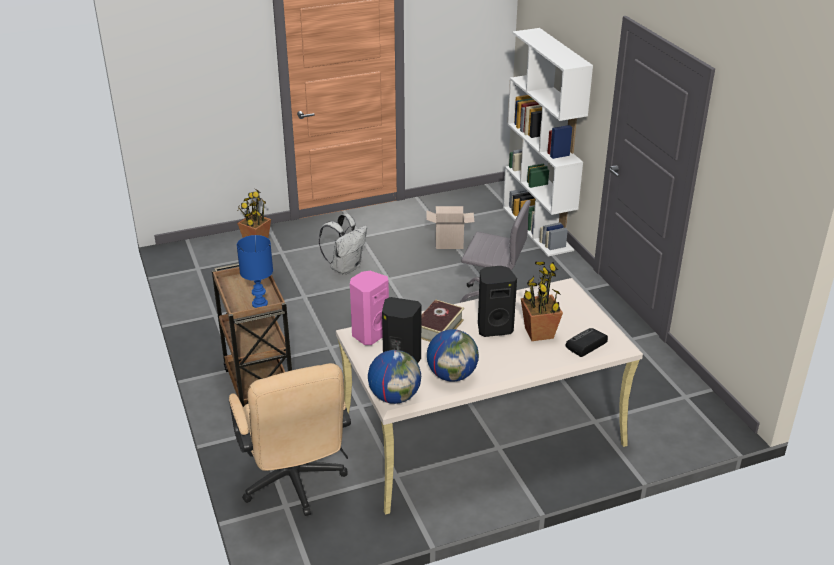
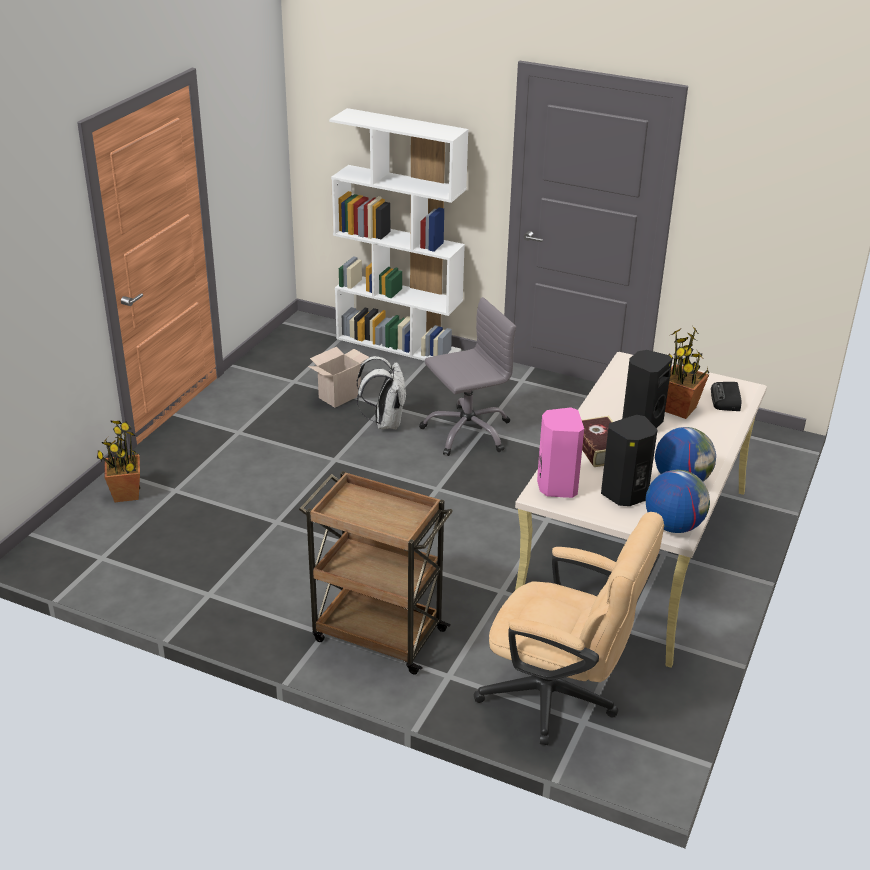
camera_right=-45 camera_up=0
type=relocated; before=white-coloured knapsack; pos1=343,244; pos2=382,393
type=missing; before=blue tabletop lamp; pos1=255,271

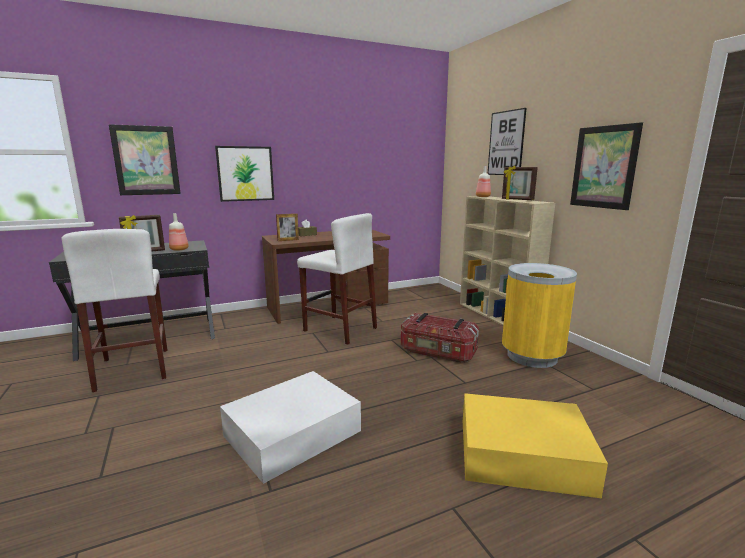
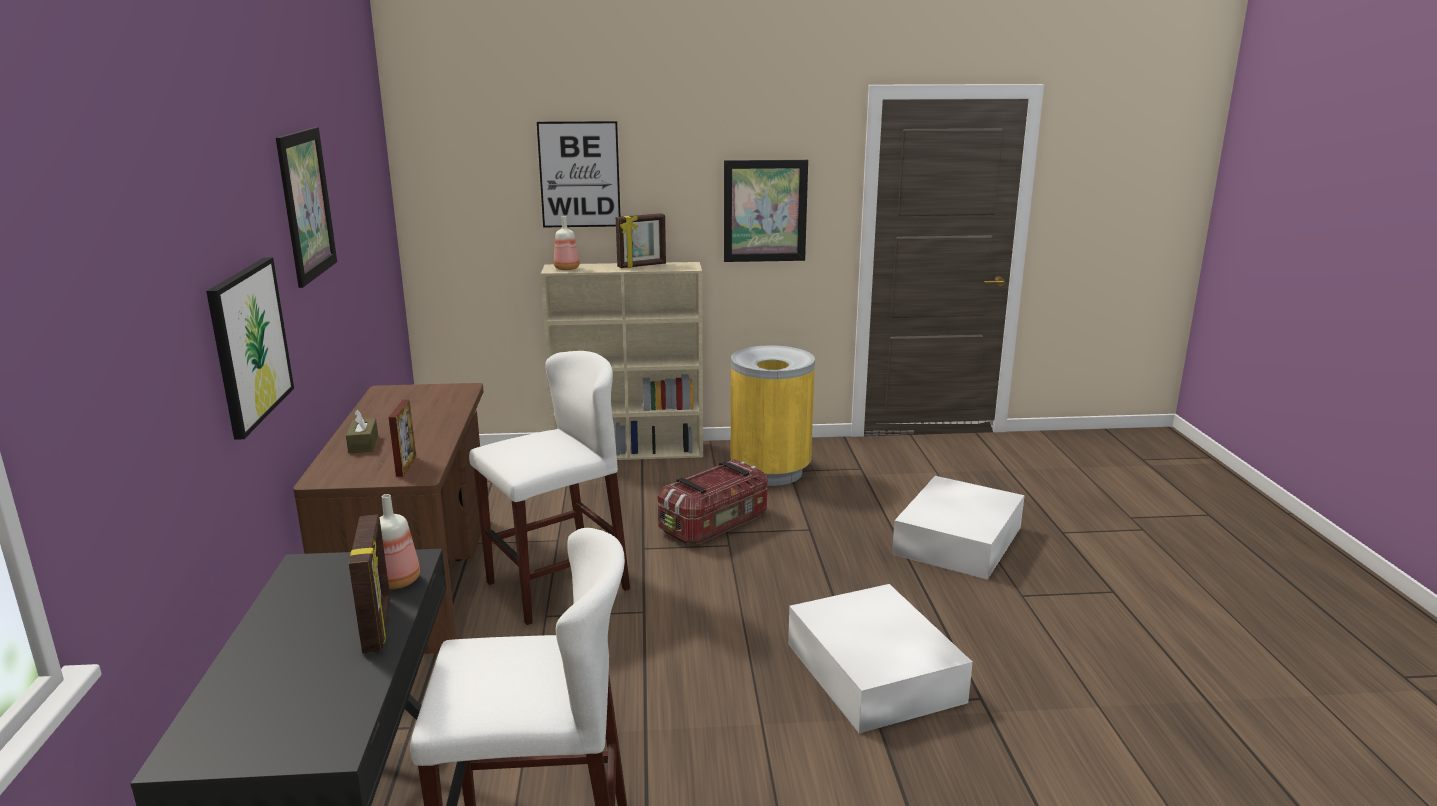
camera_right=-70 camera_up=5
type=relocated; before=picture; pos1=145,159; pos2=306,207
type=colour; before=yellow-coloured storage box; after=white-coloured storage box; pos1=535,445; pos2=958,528

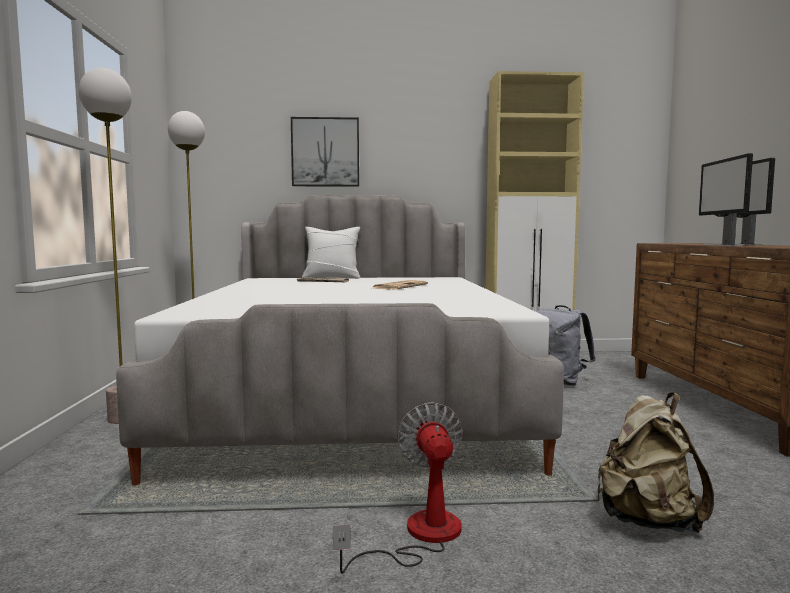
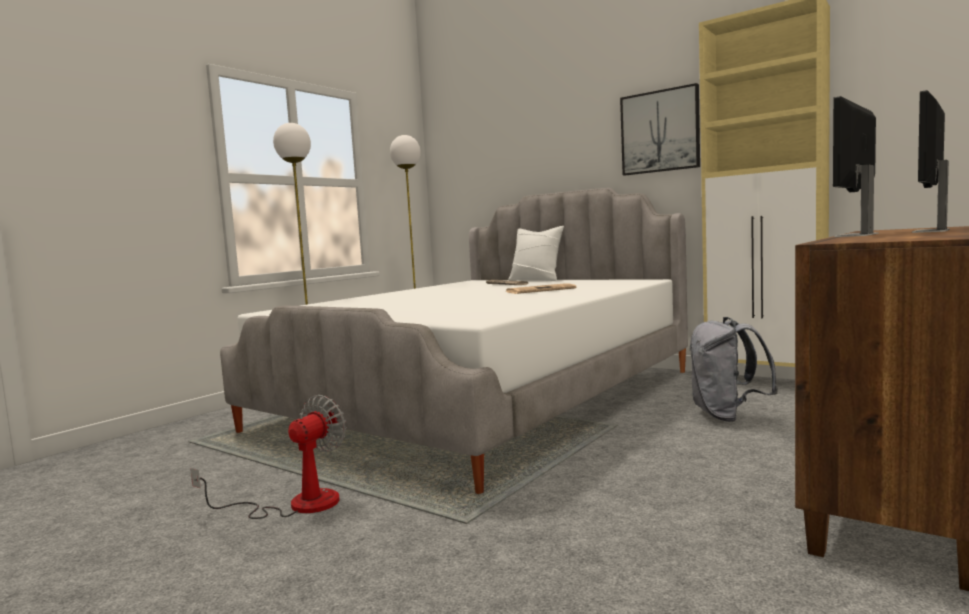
camera_right=40 camera_up=0
type=relocated; before=picture; pos1=325,152; pos2=660,129
type=missing; before=beige-coloured knapsack; pos1=655,463

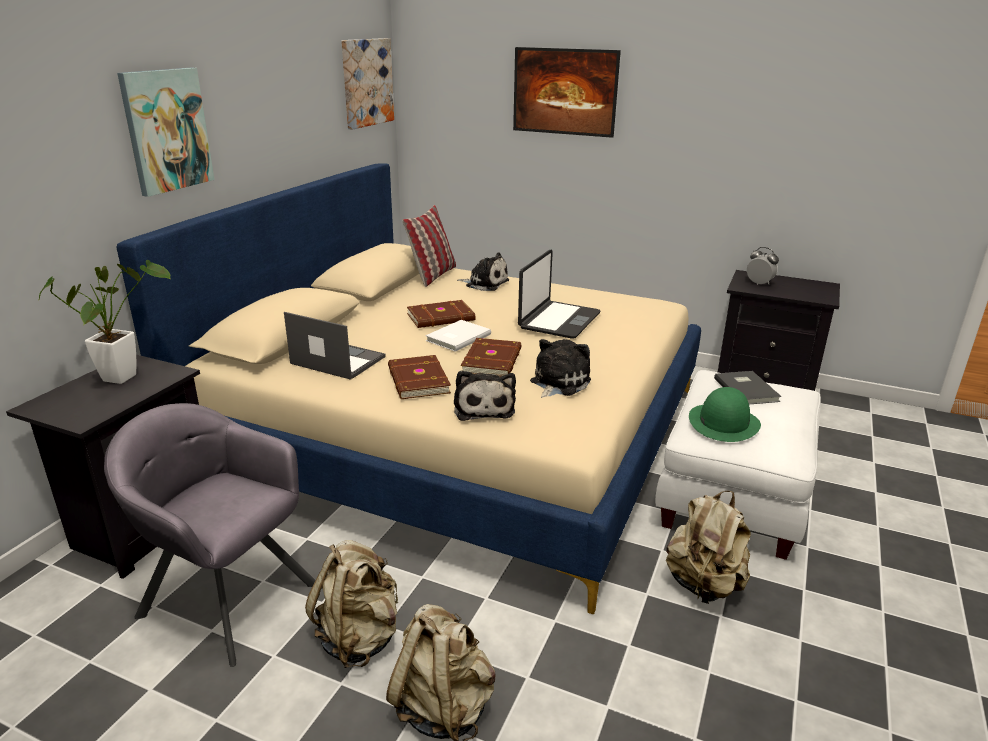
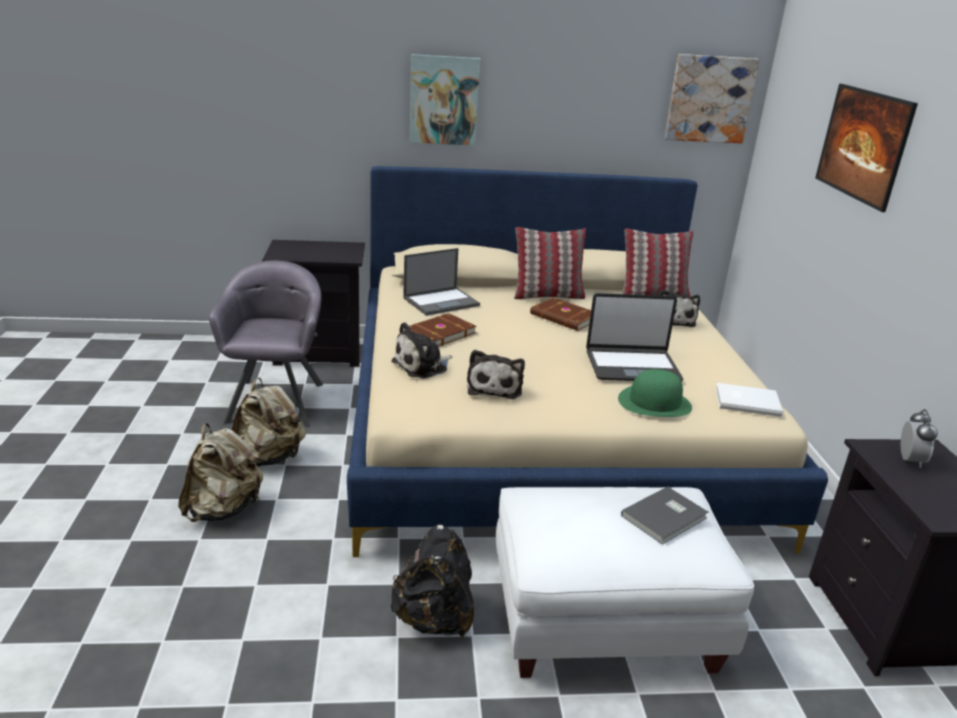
camera_right=60 camera_up=0
type=missing; before=plant in a pot; pos1=105,322
type=spun; before=laptop; pos1=335,346; pos2=441,282; turn=60
type=relocated; before=white-coloured book; pos1=458,336; pos2=749,400
type=missing; before=brownish book; pos1=491,357
type=spun; before=plush toy; pos1=560,368; pos2=496,374; turn=90
type=relocated; before=greenish hat; pos1=725,414; pos2=655,393
type=colour; before=beige-coloured knapsack; after=black-coloured knapsack; pos1=708,547; pos2=432,581
type=appeared; after=cushion; pos2=550,263

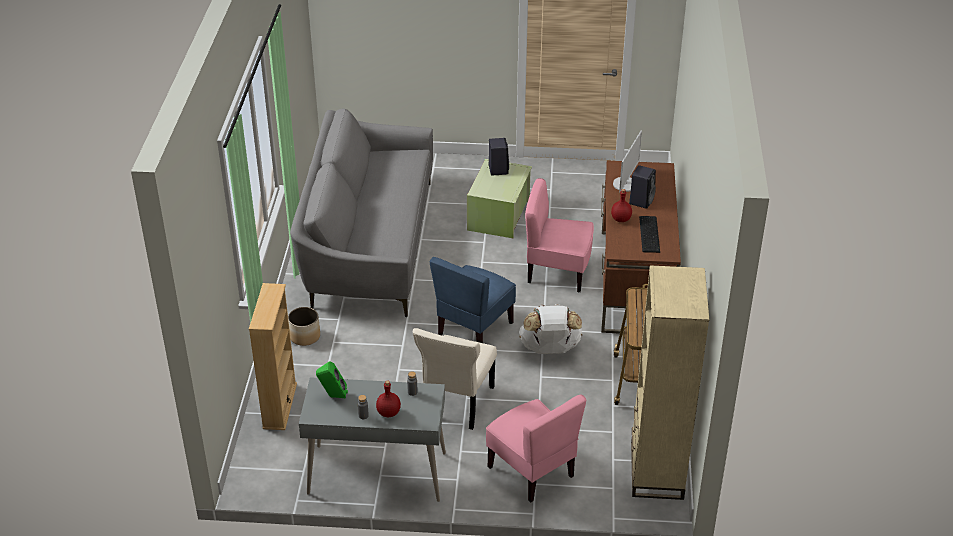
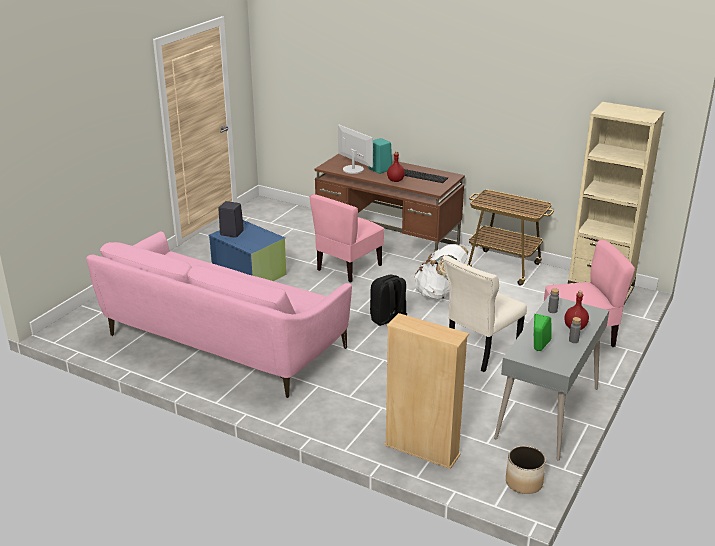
camera_right=-65 camera_up=-10
type=colour; before=gray sofa; after=pink sofa; pos1=361,212; pos2=219,314
type=colour; before=greenish storage box; after=blue storage box; pos1=499,198; pos2=248,250
type=colour; before=black-coloured speaker; after=turquoise-coloured speaker; pos1=642,187; pos2=380,156
type=exchanged; before=blue chair; after=black-coloured knapsack; pos1=473,300; pos2=388,300
type=relocated; before=flower pot; pos1=304,326; pos2=526,470
type=spun; before=beige-coloured chair; pos1=455,379; pos2=485,313; turn=90

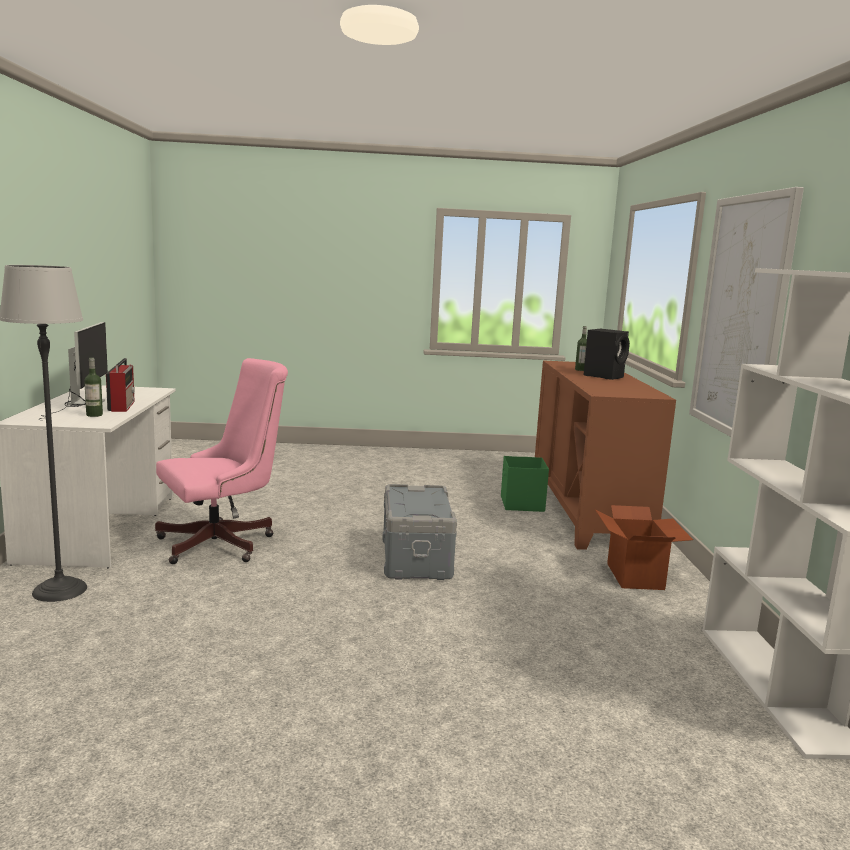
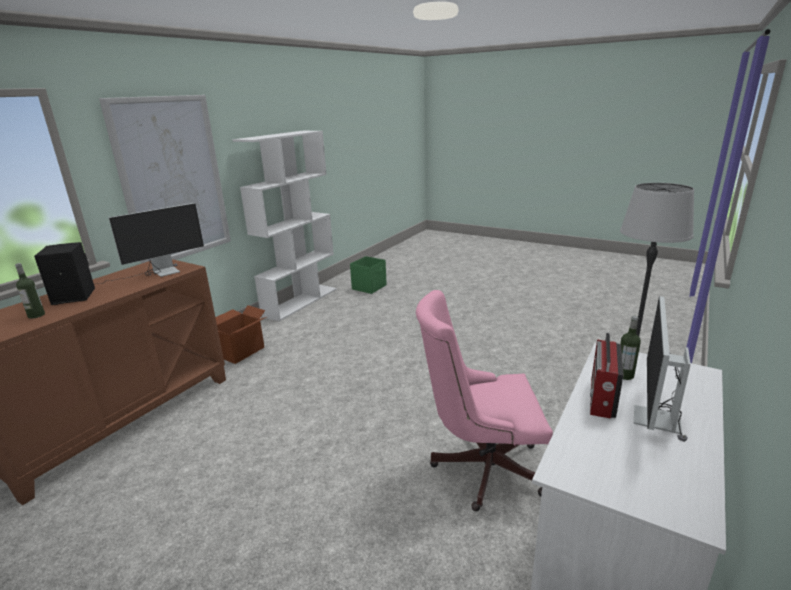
camera_right=-145 camera_up=10
type=relocated; before=greenish storage box; pos1=525,484; pos2=368,275
type=missing; before=gray storage box; pos1=419,532
type=appeared; after=computer display; pos2=150,243

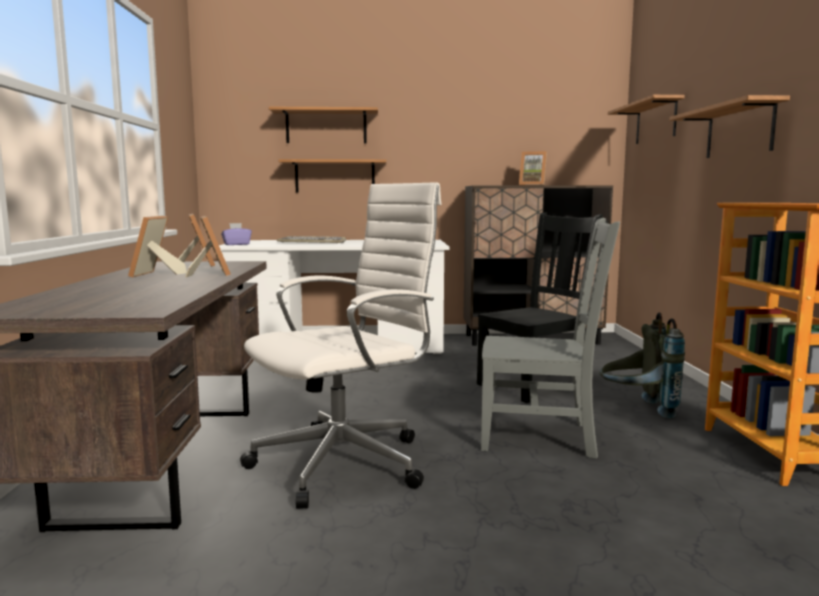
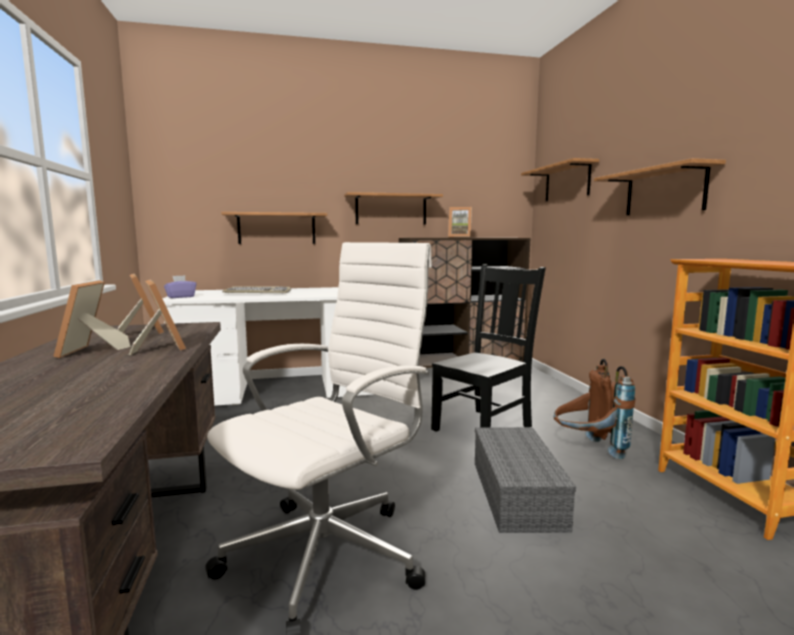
camera_right=-10 camera_up=0
type=relocated; before=bracket shelf; pos1=323,125; pos2=393,208
type=exchanged; before=gray chair; after=gray storage box; pos1=550,338; pos2=525,480
type=colour; before=gray knapsack; after=brownish knapsack; pos1=642,365; pos2=594,409

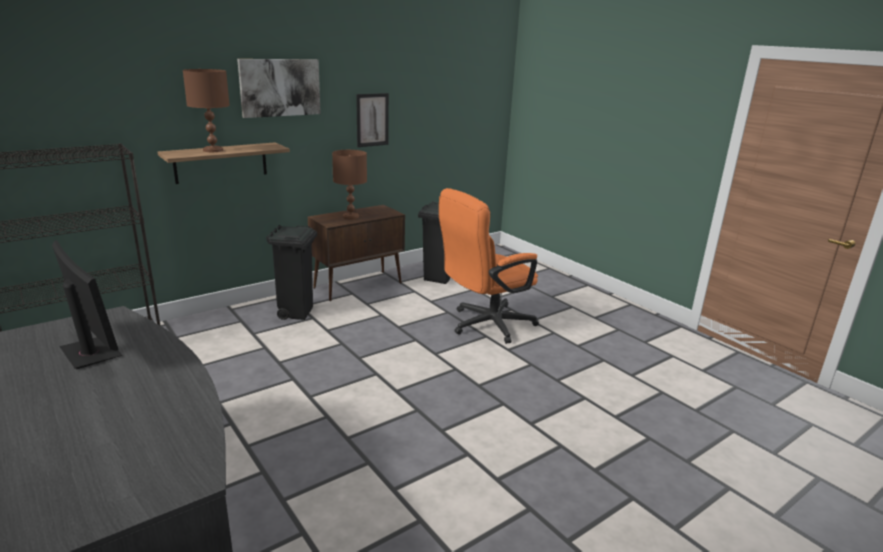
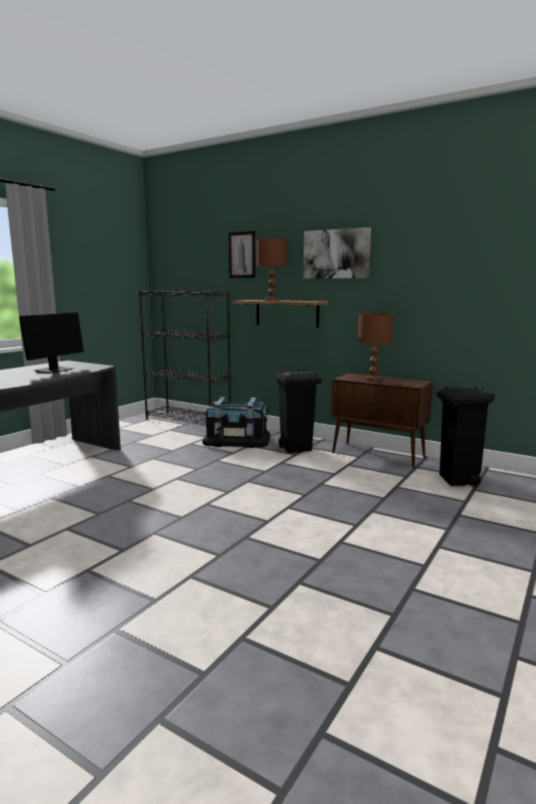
camera_right=70 camera_up=-10
type=relocated; before=picture; pos1=372,120; pos2=241,254
type=missing; before=orange-coloured computer chair; pos1=489,266
type=appeared; after=black-coloured storage box; pos2=236,422

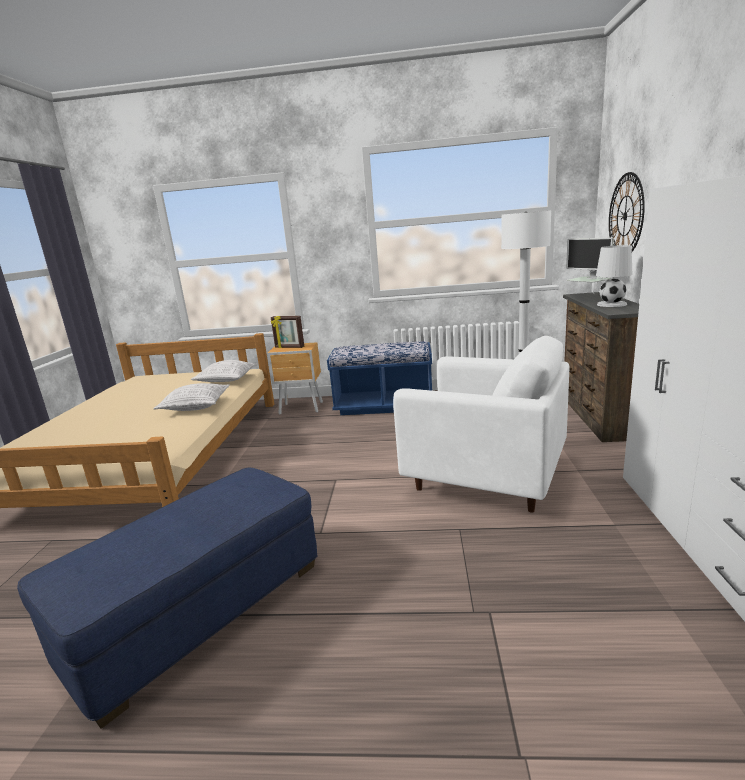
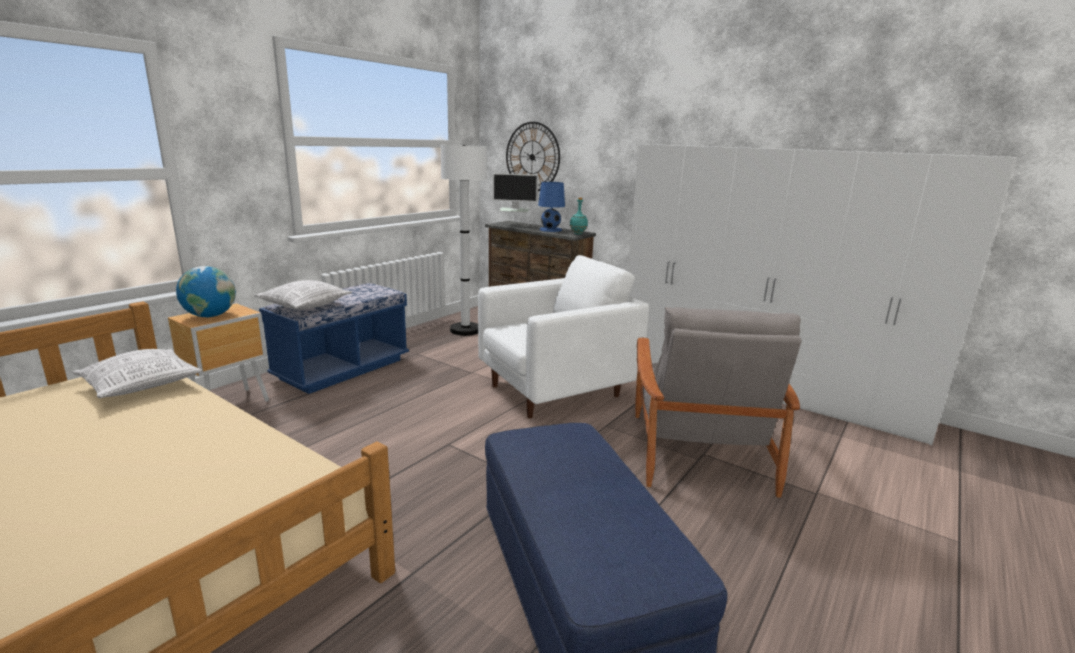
camera_right=-60 camera_up=0
type=colour; before=white-coloured tabletop lamp; after=blue tabletop lamp; pos1=614,276; pos2=551,207
type=exchanged; before=picture frame; after=desk globe; pos1=287,332; pos2=206,291
type=relocated; before=cushion; pos1=192,397; pos2=303,295
type=appeared; after=turquoise-coloured bottle; pos2=579,216
type=appeared; after=gray lounge chair; pos2=718,402

